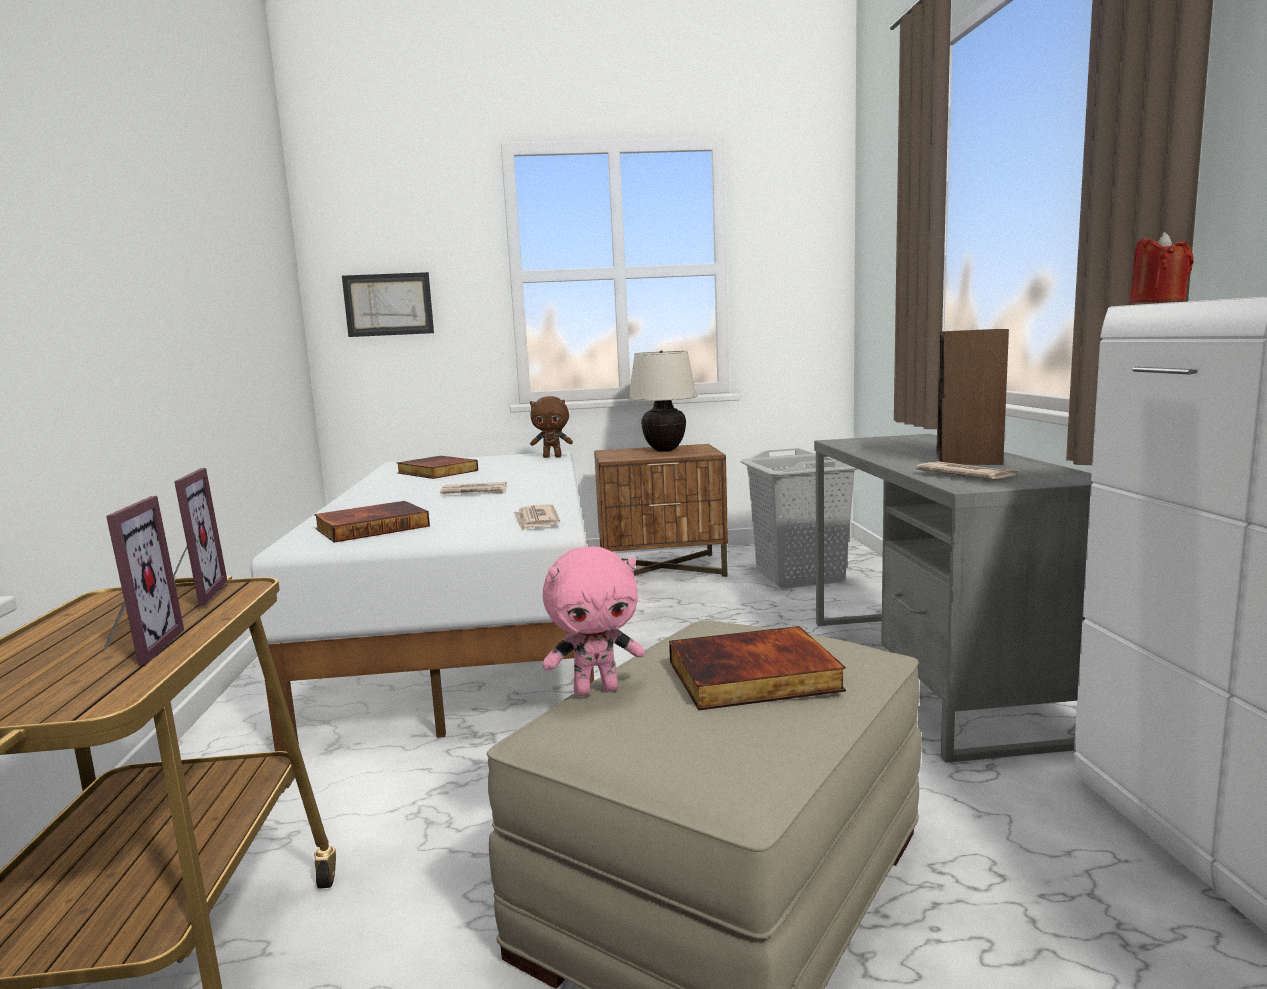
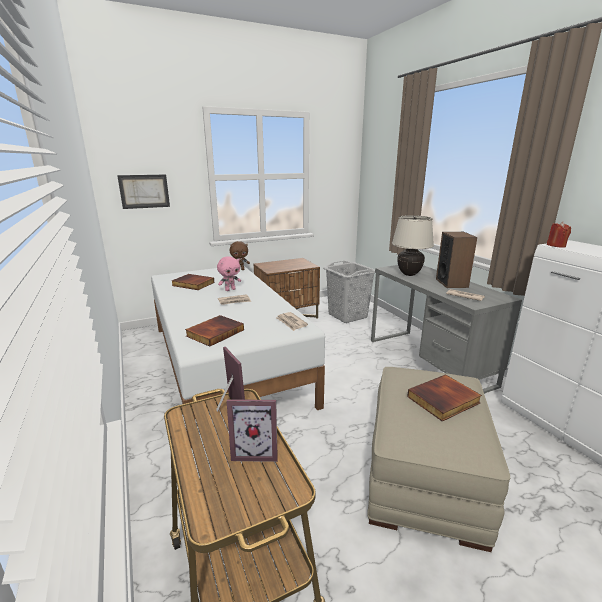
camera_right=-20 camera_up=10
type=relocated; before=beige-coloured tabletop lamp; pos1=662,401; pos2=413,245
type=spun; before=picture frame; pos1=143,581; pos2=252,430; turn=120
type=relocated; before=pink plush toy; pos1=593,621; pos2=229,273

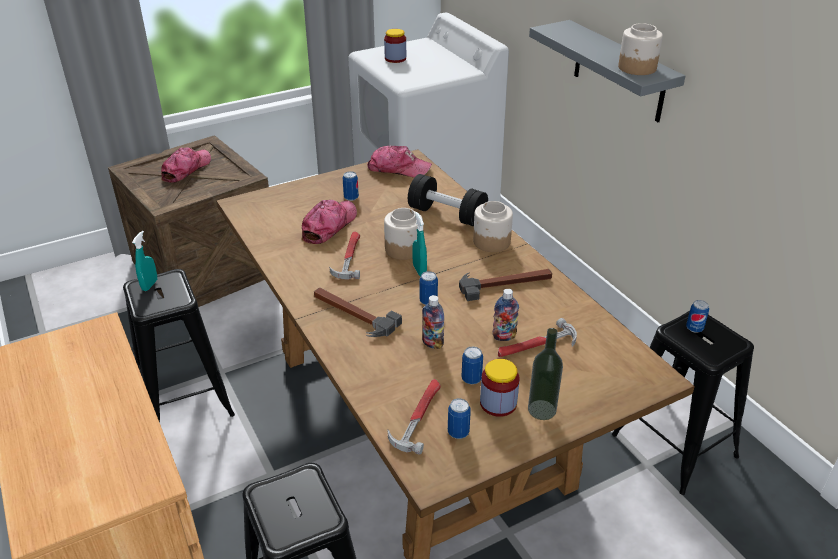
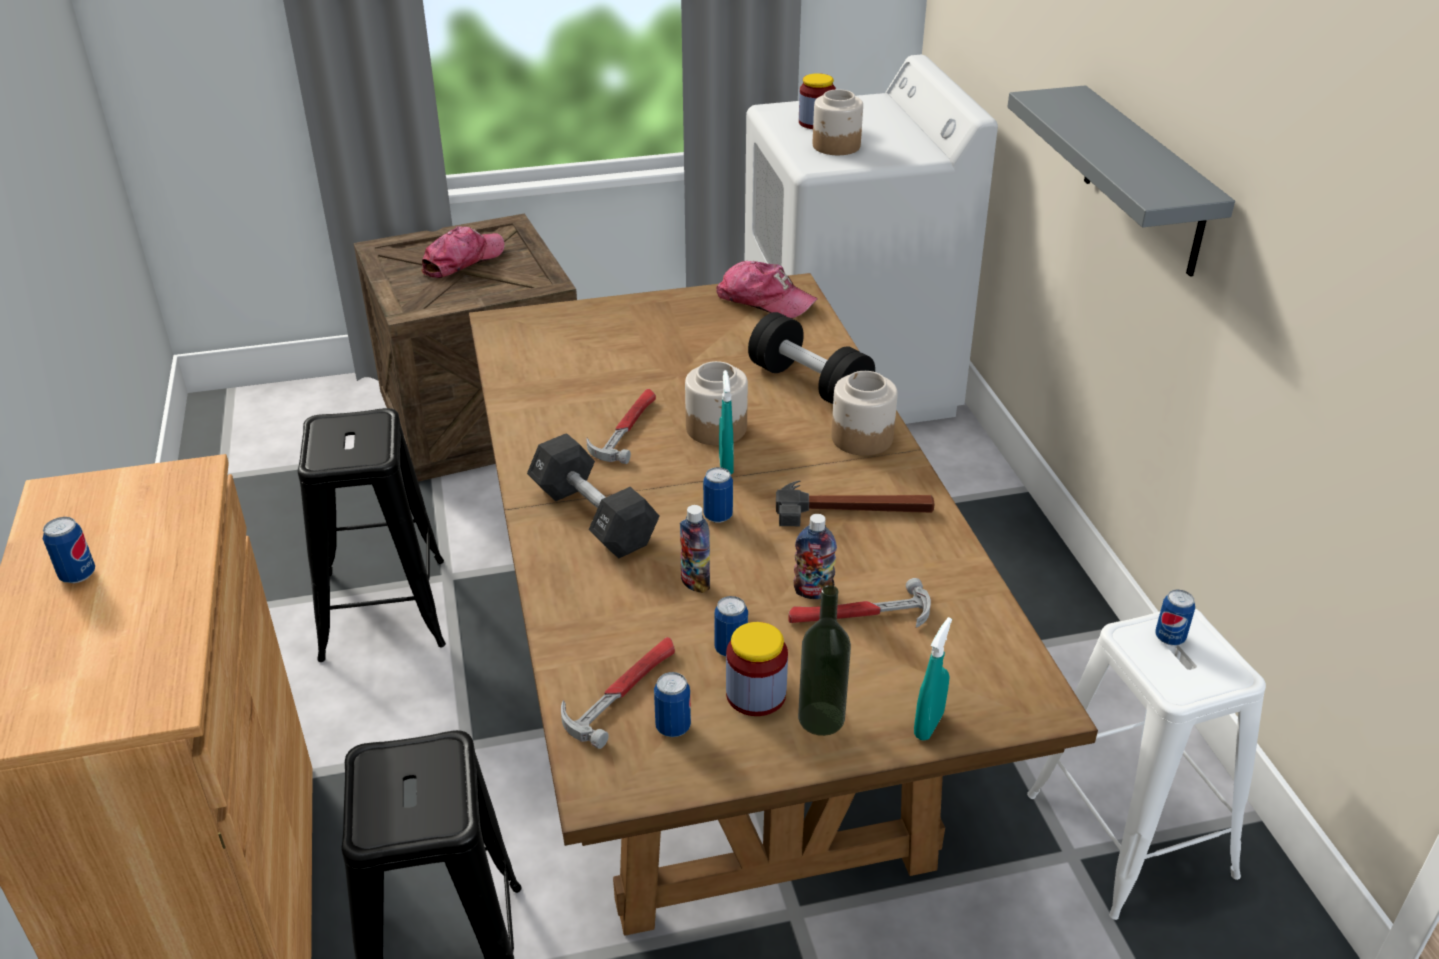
camera_right=15 camera_up=0
type=relocated; before=storage jar; pos1=640,49; pos2=838,122
type=relocated; before=sealed can; pos1=351,186; pos2=69,550
type=missing; before=peaked cap; pos1=329,222
type=relocated; before=turquoise-coloured sprayer; pos1=144,261; pos2=933,679
type=exchanged; before=hand hammer; after=black-coloured free weight; pos1=358,312; pos2=593,496
type=colour; before=black-coloured stool; after=white-coloured stool; pos1=683,403; pos2=1146,764

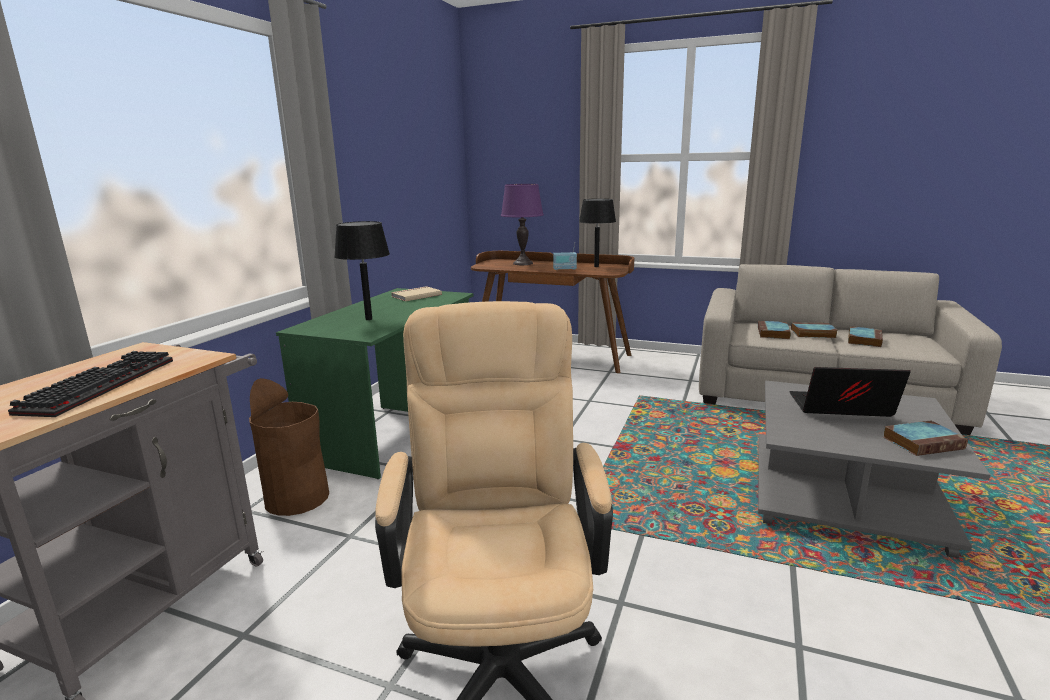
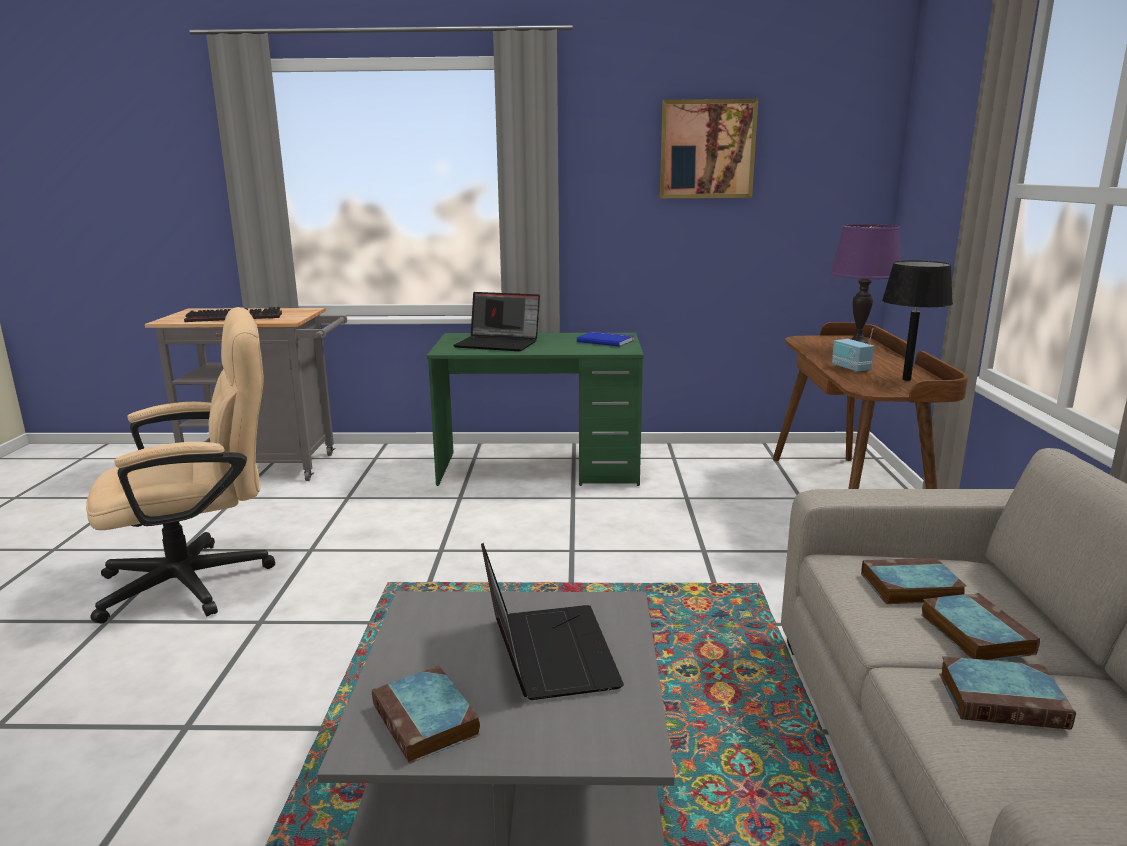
camera_right=70 camera_up=0
type=exchanged; before=black-coloured tabletop lamp; after=laptop; pos1=362,270; pos2=496,321
type=colour; before=beige-coloured book; after=blue book; pos1=416,293; pos2=605,339
type=missing; before=brownish waste bin; pos1=289,447
type=appeared; after=picture; pos2=709,148

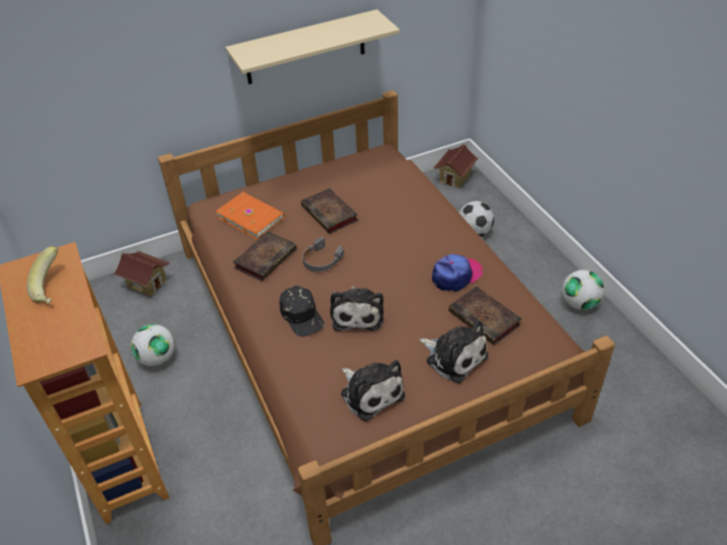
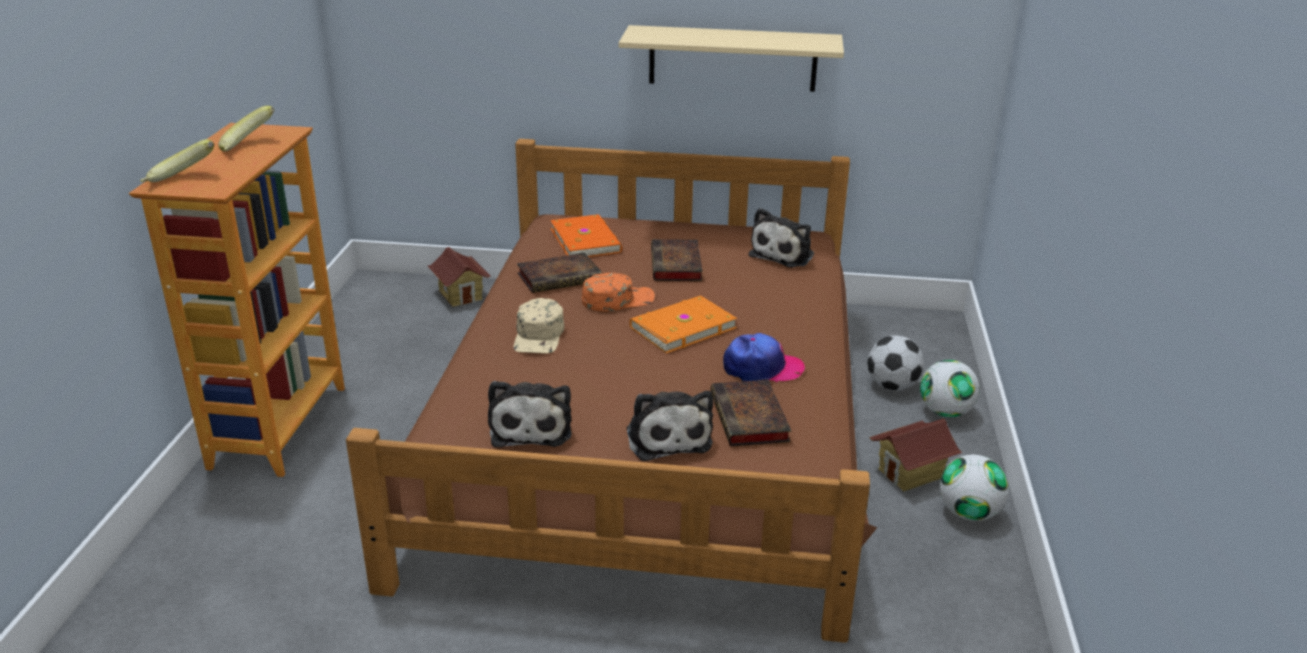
camera_right=30 camera_up=-15
type=relocated; before=toy house; pos1=456,166; pos2=916,455
type=exchanged; before=gray headset; after=orange-coloured peaked cap; pos1=323,254; pos2=618,292
type=colour; before=black-coloured peaked cap; after=beige-coloured peaked cap; pos1=301,311; pos2=538,326
type=relocated; before=plush toy; pos1=357,308; pos2=781,237
type=relocated; before=football ball; pos1=153,345; pos2=950,388
type=appeared; after=banana fruit; pos2=177,160
type=appeared; after=orange-coloured book; pos2=683,324

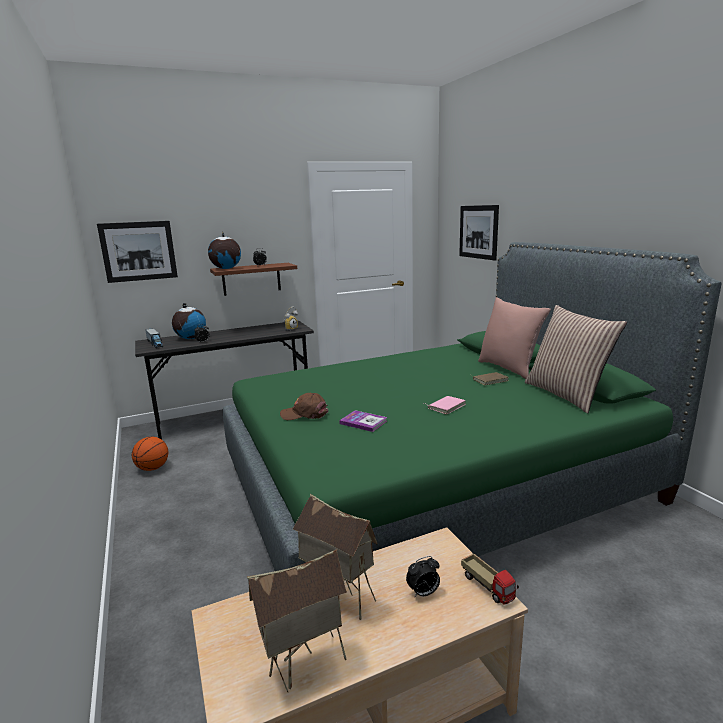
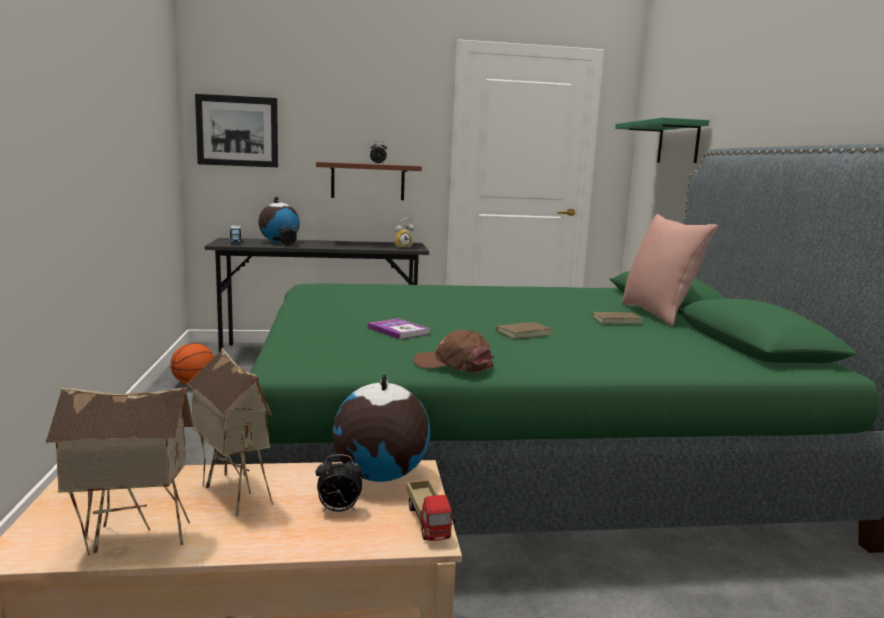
camera_right=15 camera_up=-5
type=exchanged; before=picture; after=greenish bracket shelf; pos1=479,232; pos2=662,140
type=relocated; before=desk globe; pos1=224,250; pos2=381,427
type=missing; before=cushion; pos1=576,359
type=relocated; before=brownish peaked cap; pos1=304,406; pos2=454,351
type=colour; before=pink book; after=brownish book; pos1=444,405; pos2=521,330

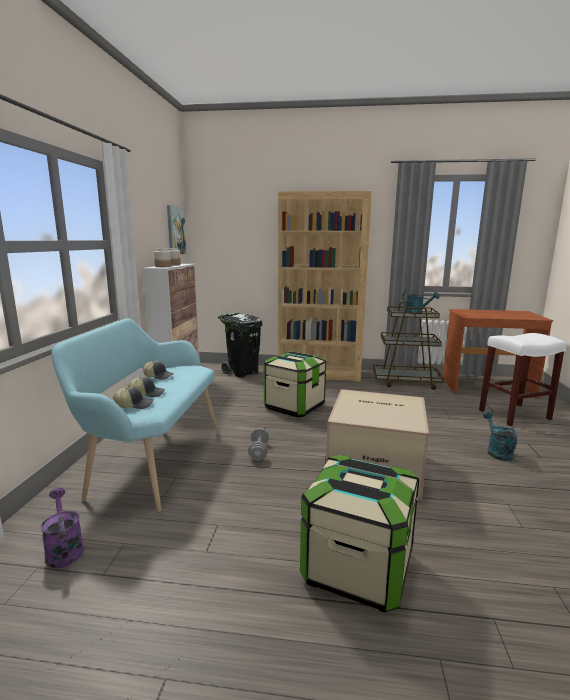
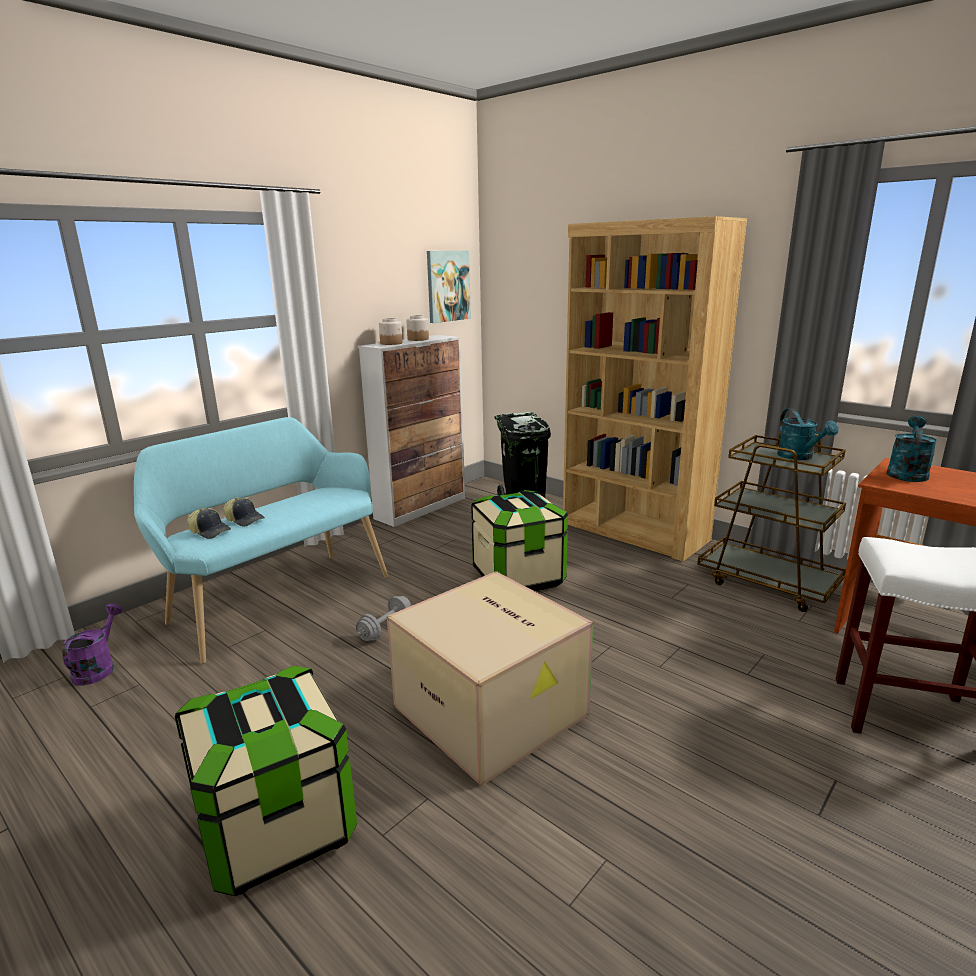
camera_right=35 camera_up=5
type=missing; before=peaked cap; pos1=158,370
type=relocated; before=turquoise-coloured sprinkling can; pos1=500,436; pos2=912,449

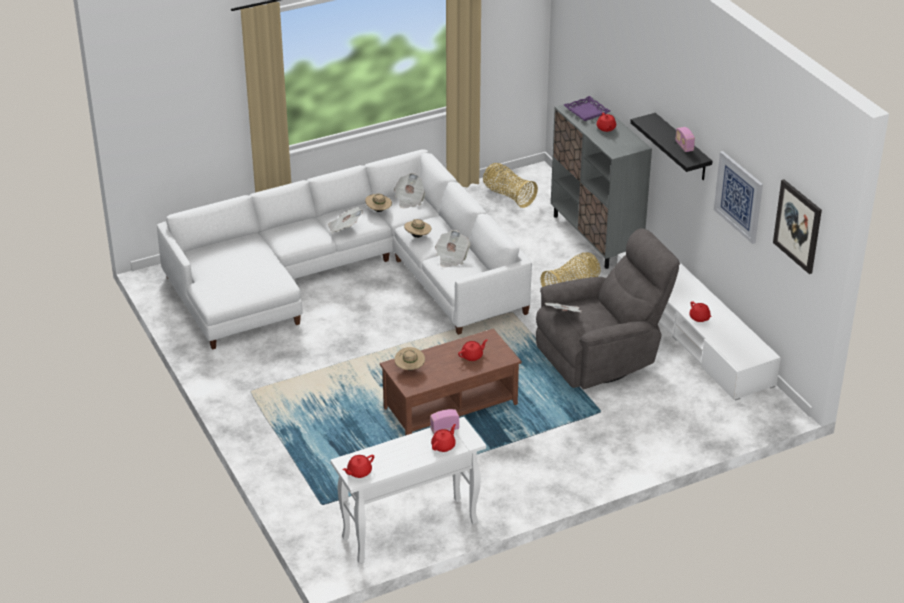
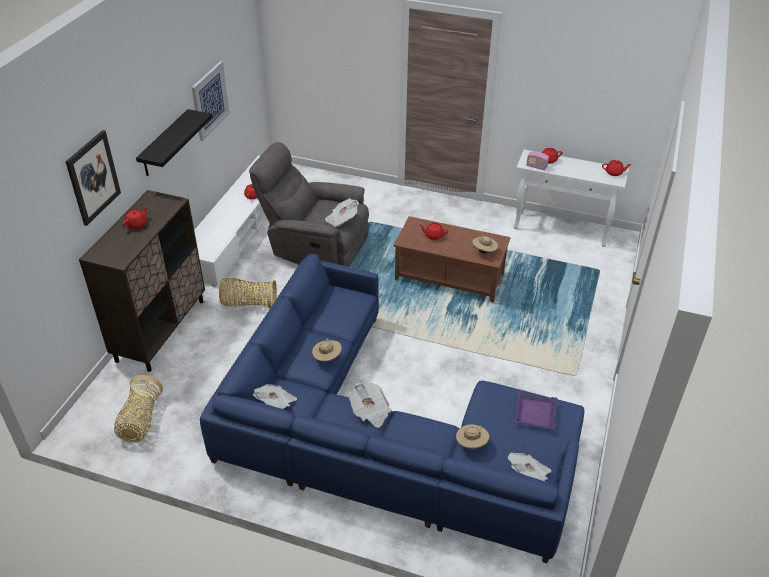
camera_right=-135 camera_up=5
type=relocated; before=purple tray; pos1=587,108; pos2=536,410
type=colour; before=gray cabinet; after=brownish cabinet; pos1=601,183; pos2=142,281
type=missing; before=radio; pos1=685,139
type=colour; before=white-coloured sofa; after=blue sofa; pos1=344,249; pos2=392,408
type=relocated; before=picture; pos1=797,226; pos2=93,178
type=relocated; before=beige-coloured hat; pos1=378,203; pos2=472,436
type=relocated; before=newspaper; pos1=453,248; pos2=529,467

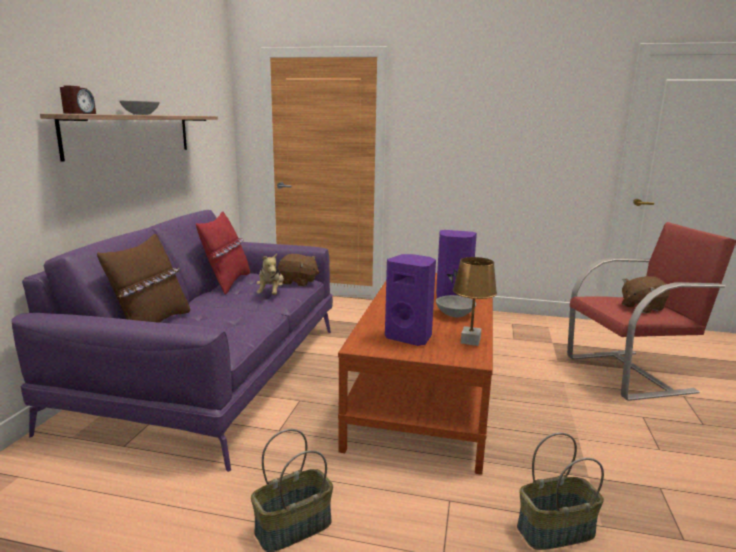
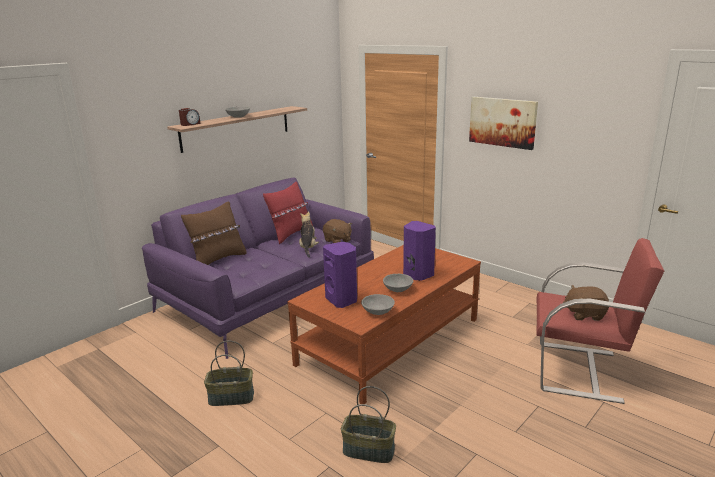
camera_right=30 camera_up=5
type=spun; before=plush toy; pos1=270,274; pos2=309,234; turn=150
type=exchanged; before=brownish tabletop lamp; after=gray deep dish; pos1=475,301; pos2=378,304
type=appeared; after=picture; pos2=503,123

